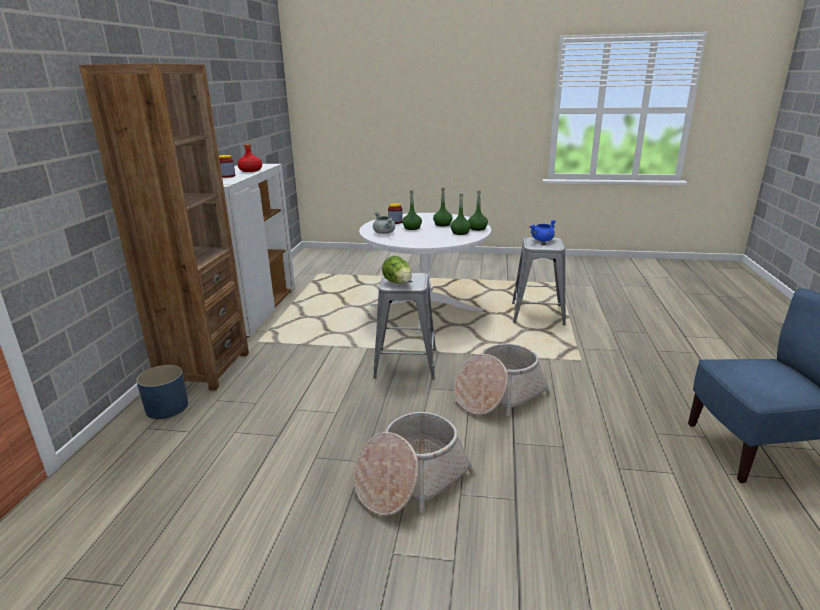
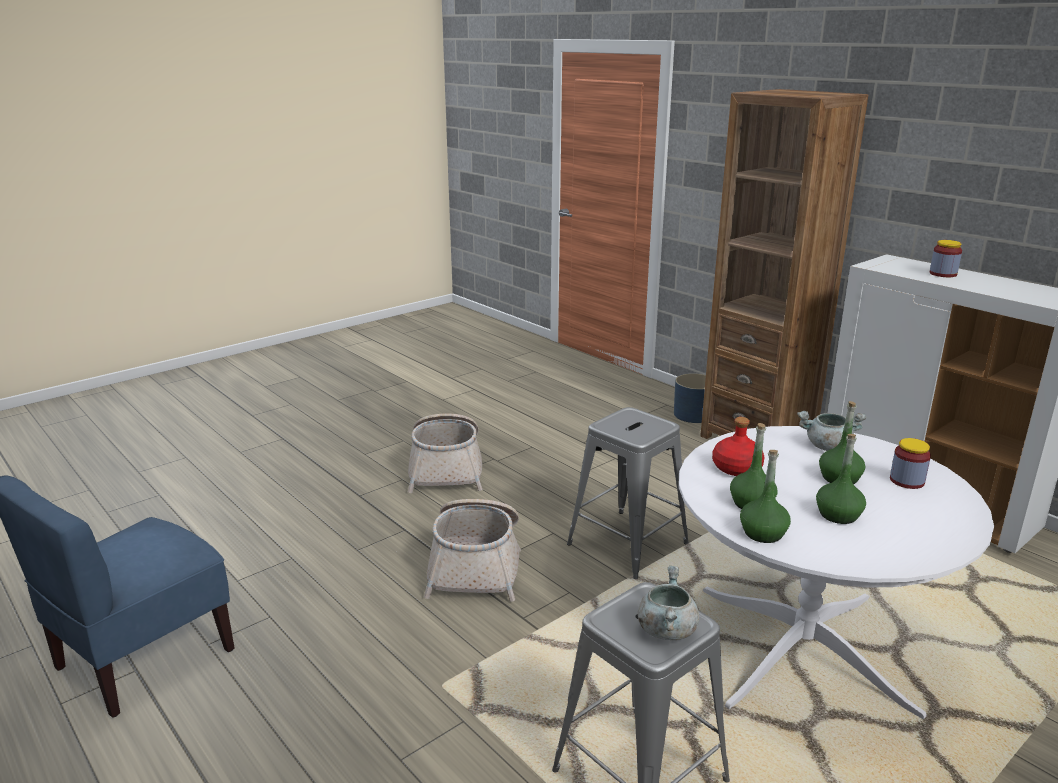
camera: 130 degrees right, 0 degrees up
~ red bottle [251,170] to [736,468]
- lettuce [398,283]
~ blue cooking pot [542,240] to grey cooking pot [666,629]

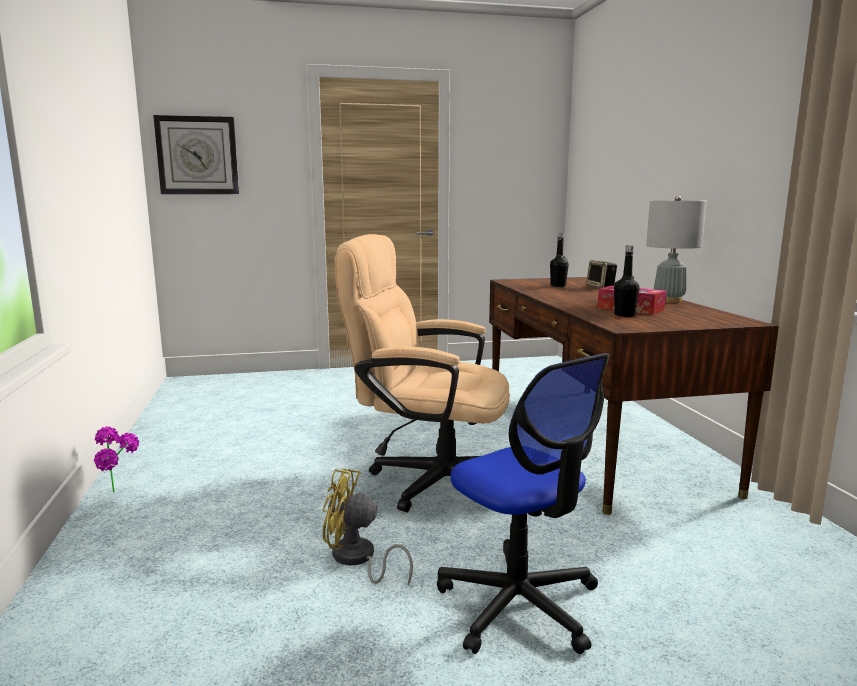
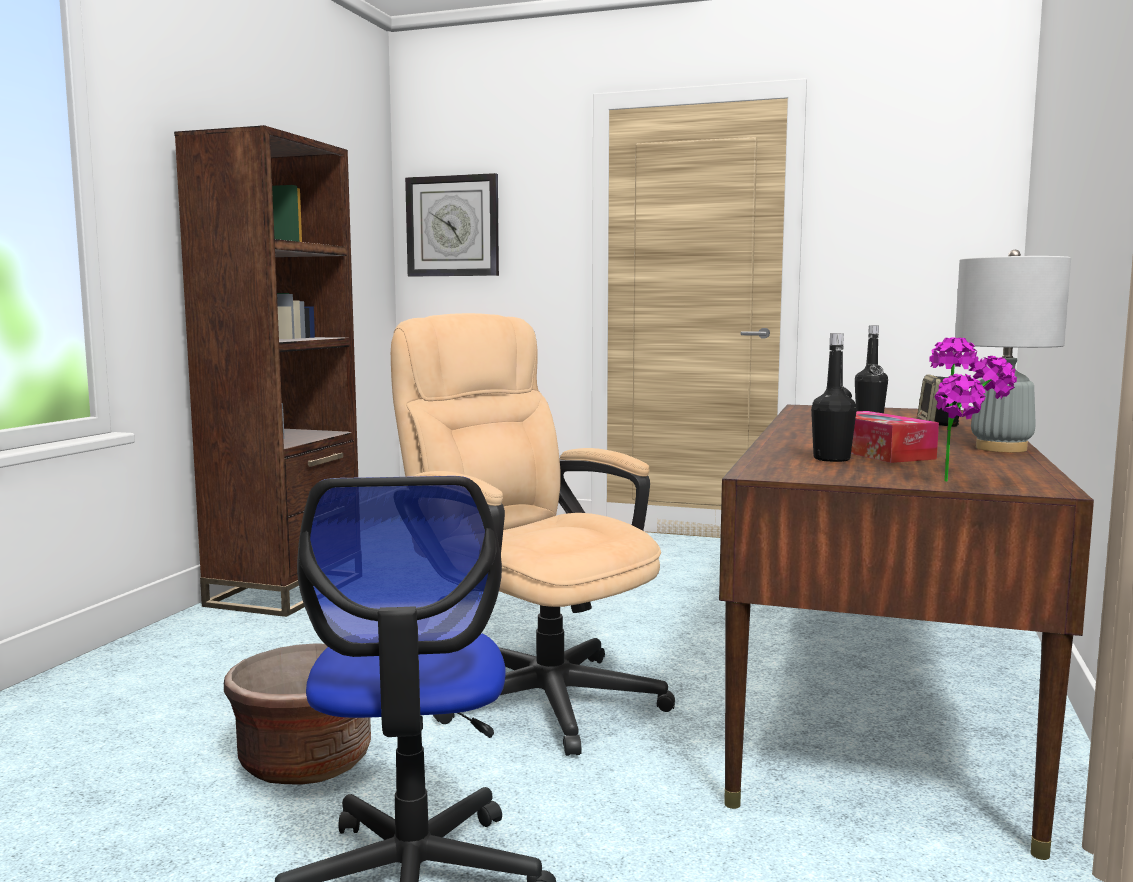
camera: 30 degrees right, 5 degrees down
~ potted plant [120,493] to [964,484]
~ yellow fan [357,559] to brown planter [306,762]
+ brown bookcase [286,591]

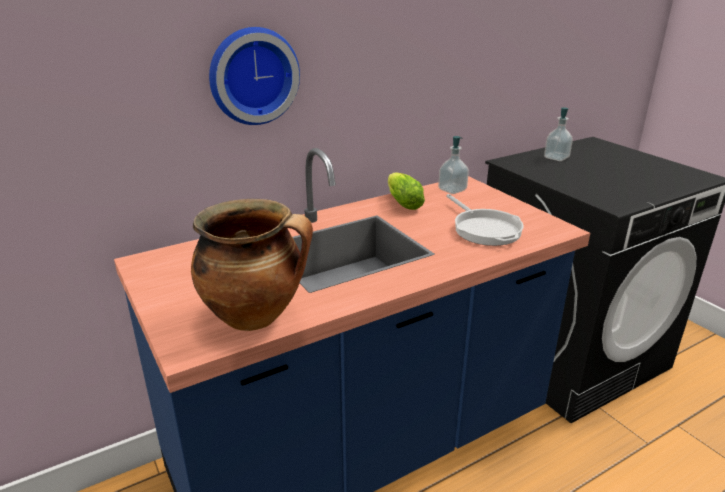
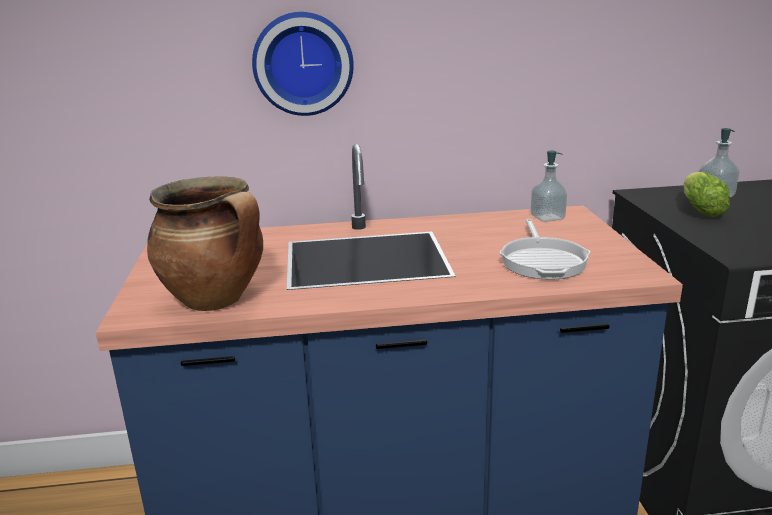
camera: 25 degrees right, 5 degrees down
~ lettuce [402,202] to [699,209]

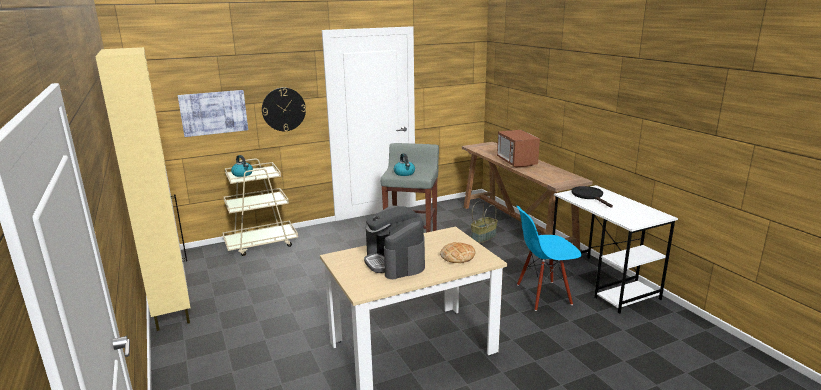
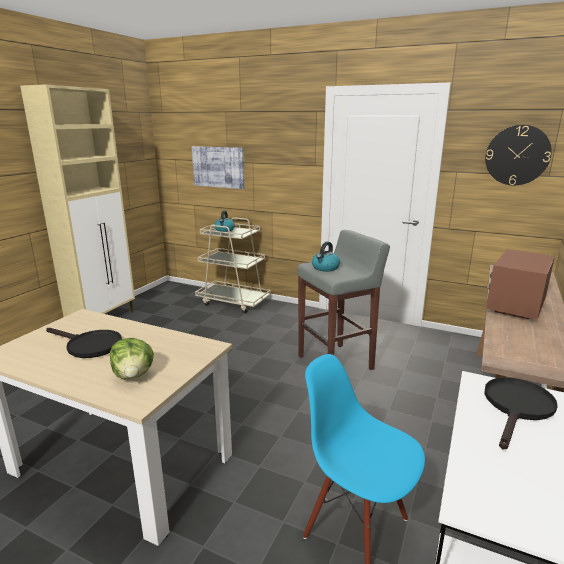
camera: 50 degrees right, 0 degrees up
~ wall clock [283,109] to [517,155]
~ coffee machine [395,261] to black frying pan [89,345]
~ bread [457,256] to lettuce [134,375]
- basket [483,237]

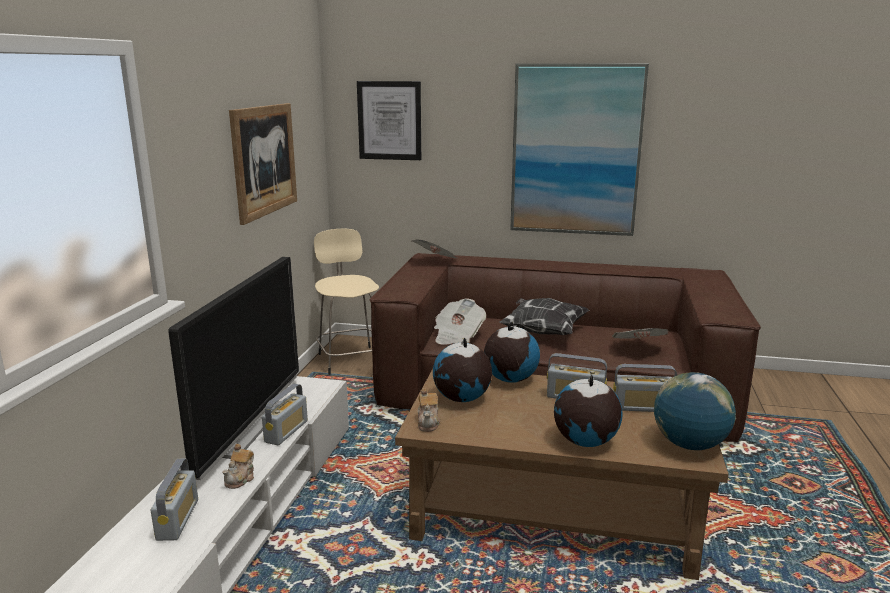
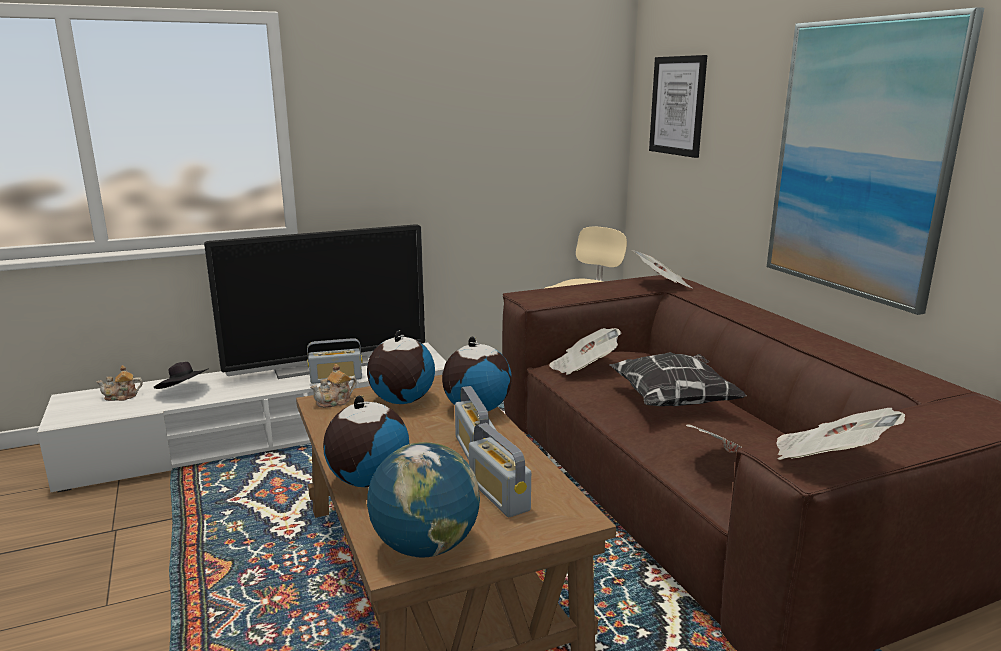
camera: 55 degrees right, 0 degrees up
~ radio [178,519] to black hat [184,391]
~ teapot [241,479] to [121,397]
- picture [264,160]
+ newspaper [828,461]

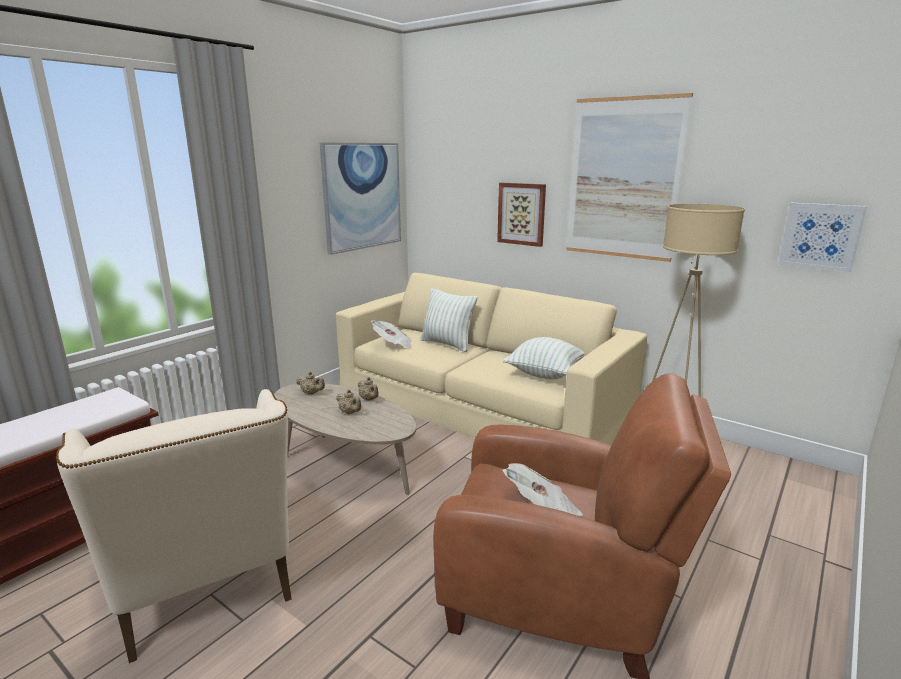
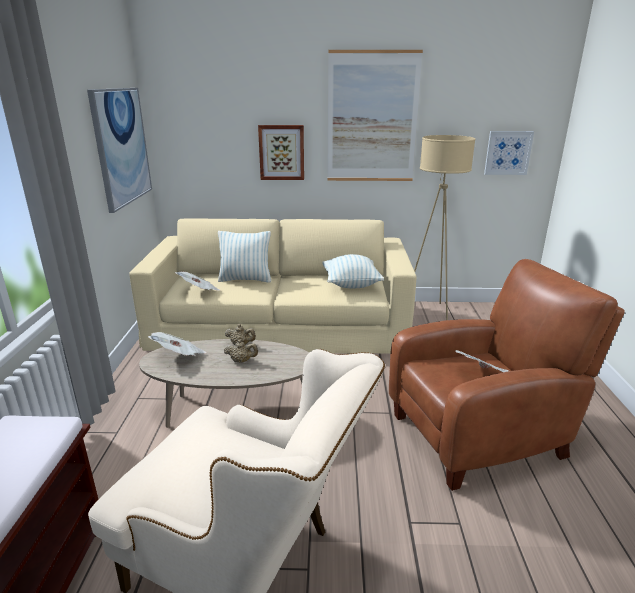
camera: 35 degrees left, 5 degrees up
~ beige teapot [311,393] to newspaper [179,356]

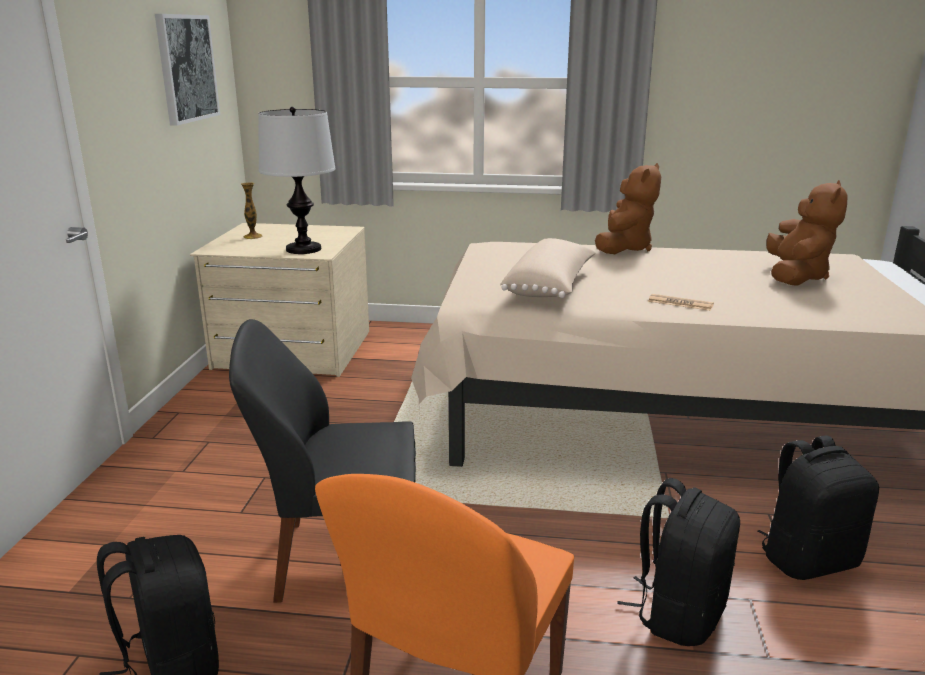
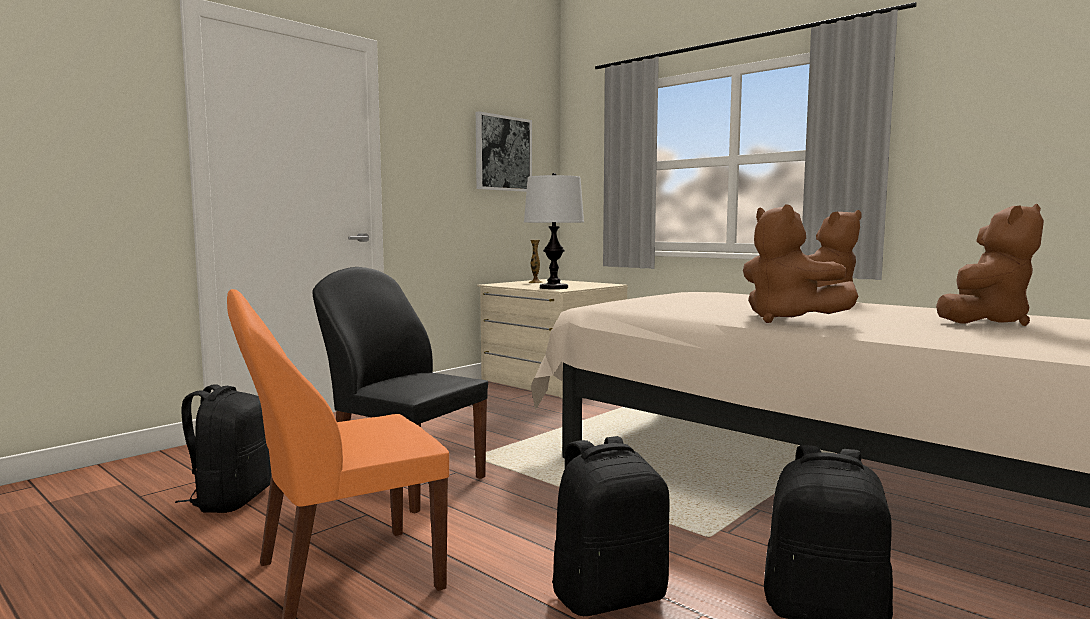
camera: 35 degrees right, 15 degrees down
- beige pillow [551,287]
~ newspaper [680,303] to brown plush toy [788,320]

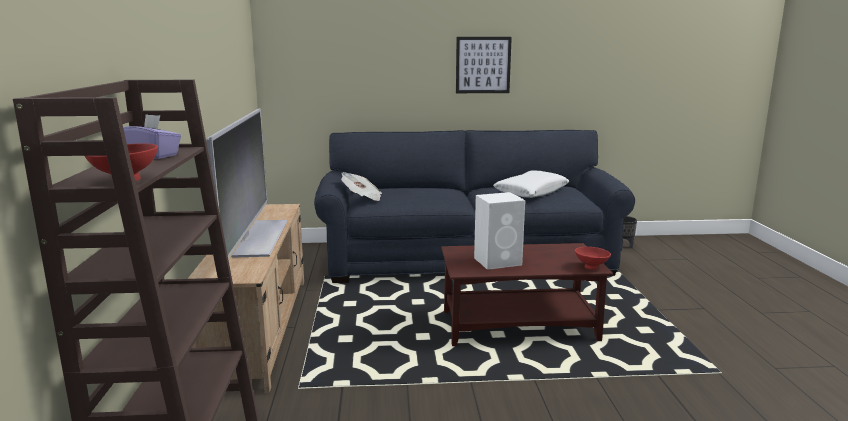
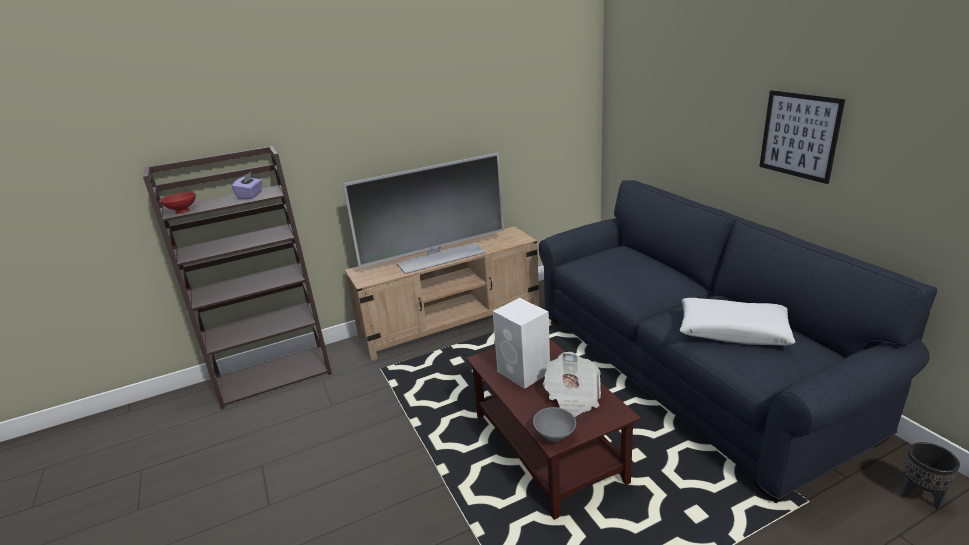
camera: 70 degrees right, 10 degrees up
~ newspaper [362,198] to [572,398]
~ red bowl [590,267] to grey bowl [555,436]

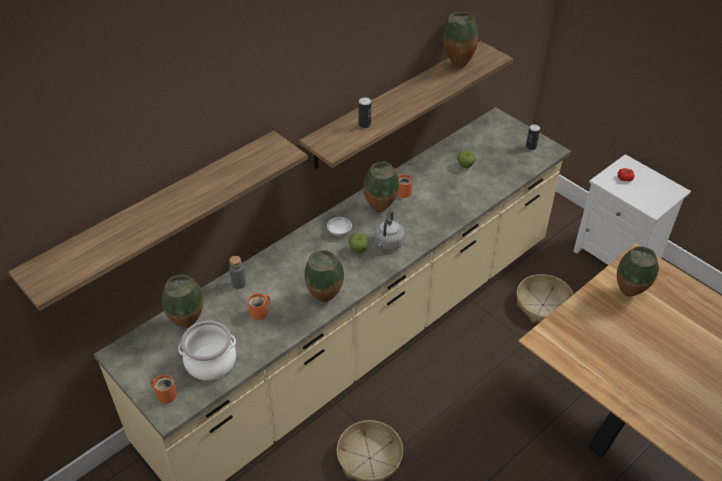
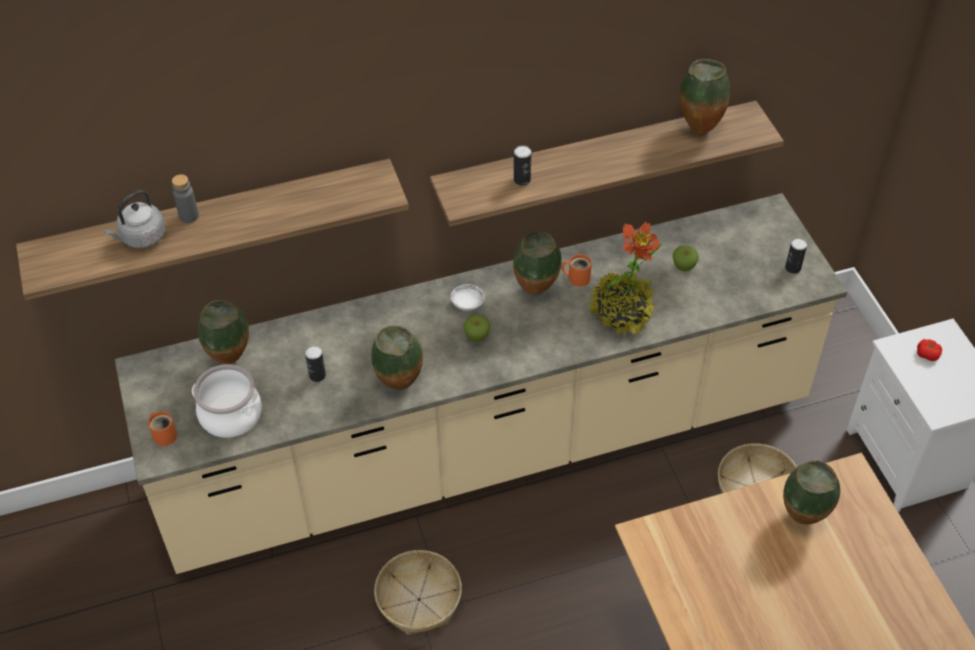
camera: 25 degrees right, 5 degrees up
~ grey bottle [238,283] to [189,216]
~ orange mug [260,312] to can [317,375]
~ grey kettle [388,244] to [141,238]
+ potted plant [621,312]

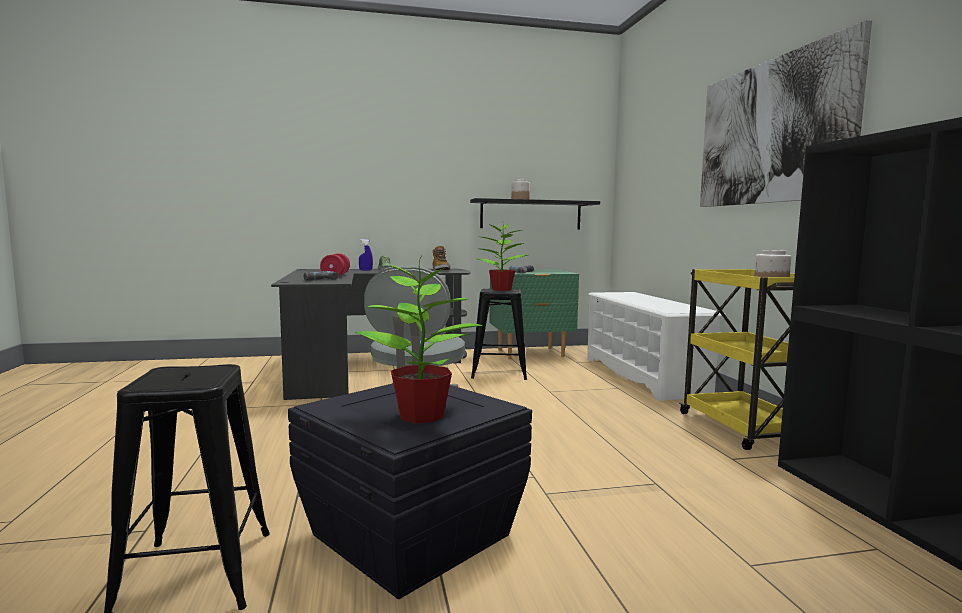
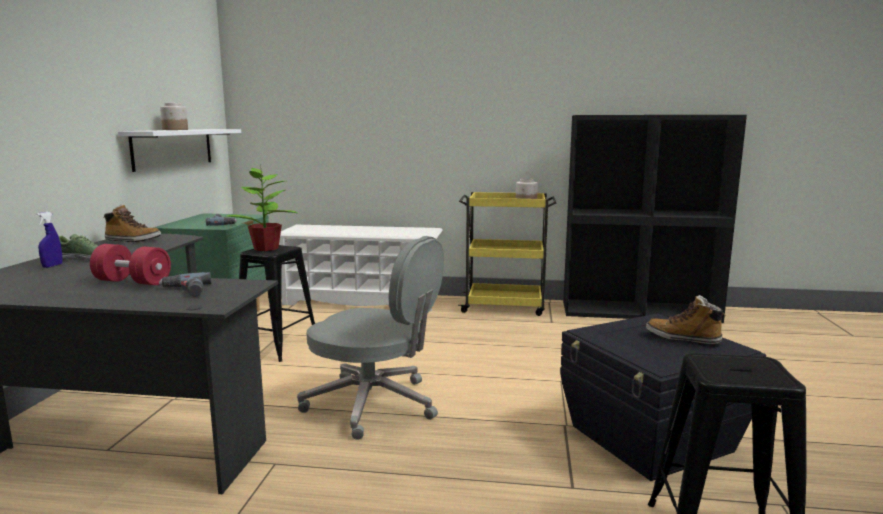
camera: 70 degrees left, 5 degrees up
~ potted plant [422,416] to boot [683,338]
~ black shelf [531,214] to white shelf [173,148]
- picture [771,132]

